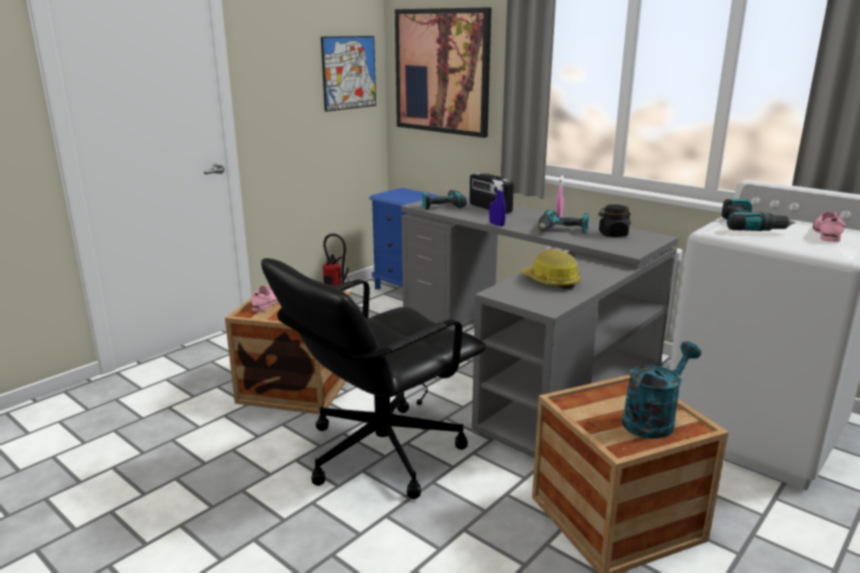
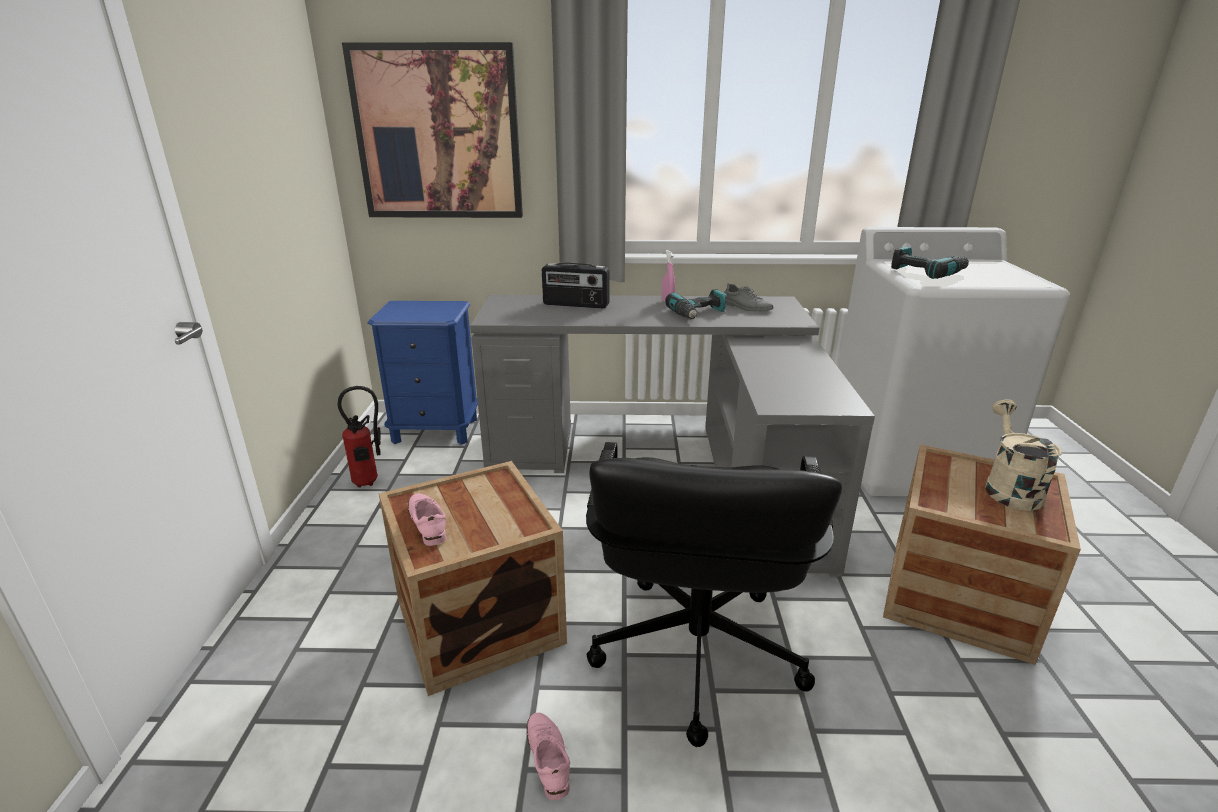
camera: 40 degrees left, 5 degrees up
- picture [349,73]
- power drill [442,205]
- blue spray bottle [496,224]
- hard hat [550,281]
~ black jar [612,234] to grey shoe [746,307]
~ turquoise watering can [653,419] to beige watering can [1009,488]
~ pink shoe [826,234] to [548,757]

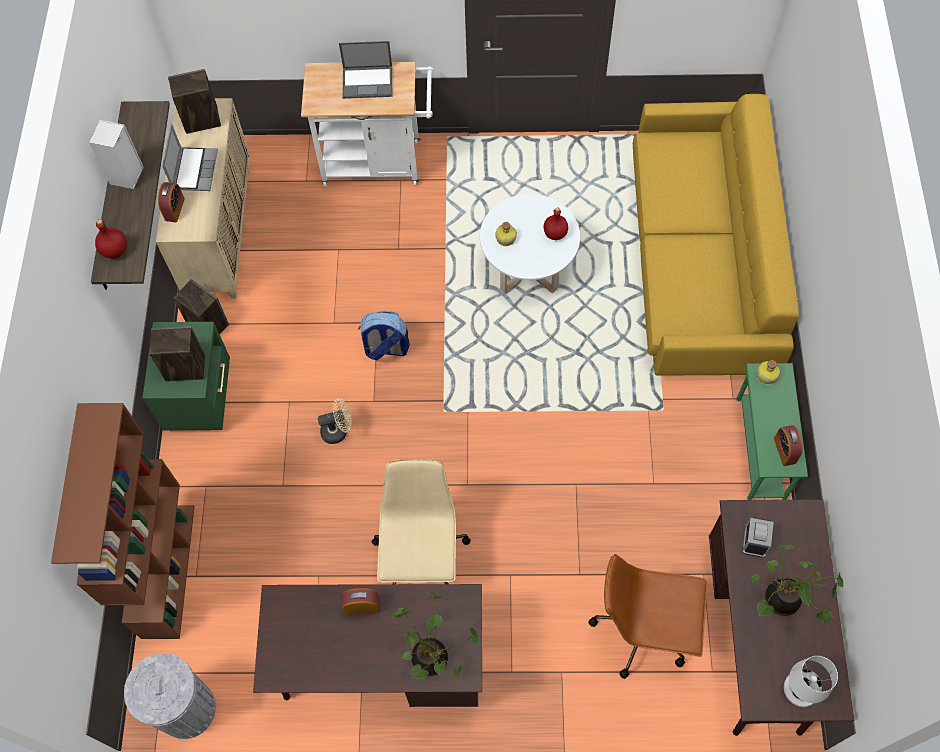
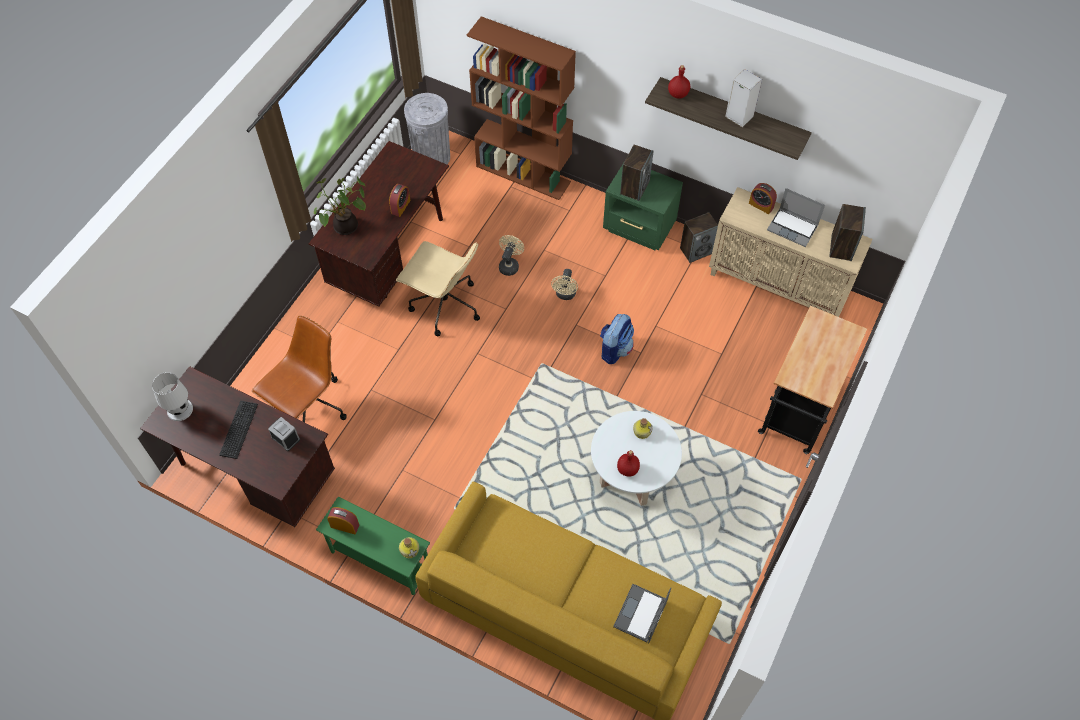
camera: 115 degrees right, 5 degrees down
~ white cart [378,162] to black cart [796,415]
~ laptop [368,82] to [640,614]
~ potted plant [780,601] to keyboard [237,430]
+ beige fan [510,265]

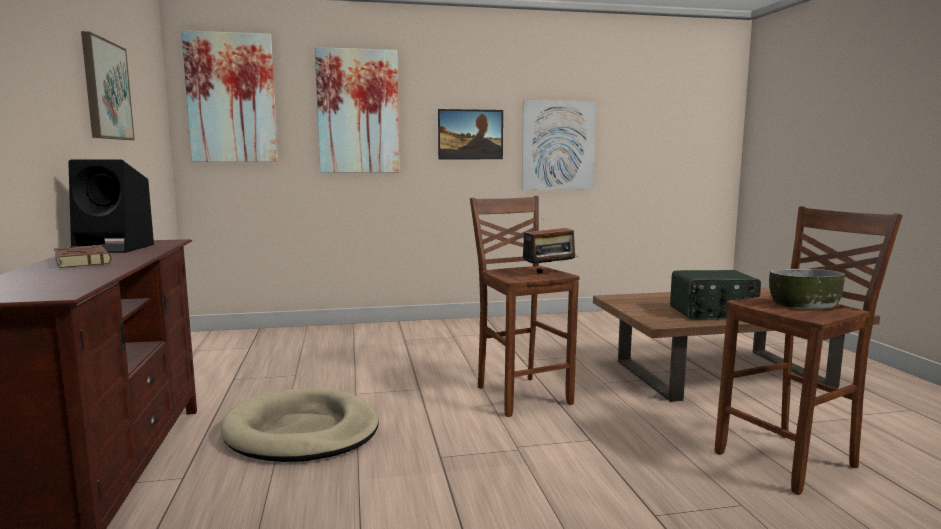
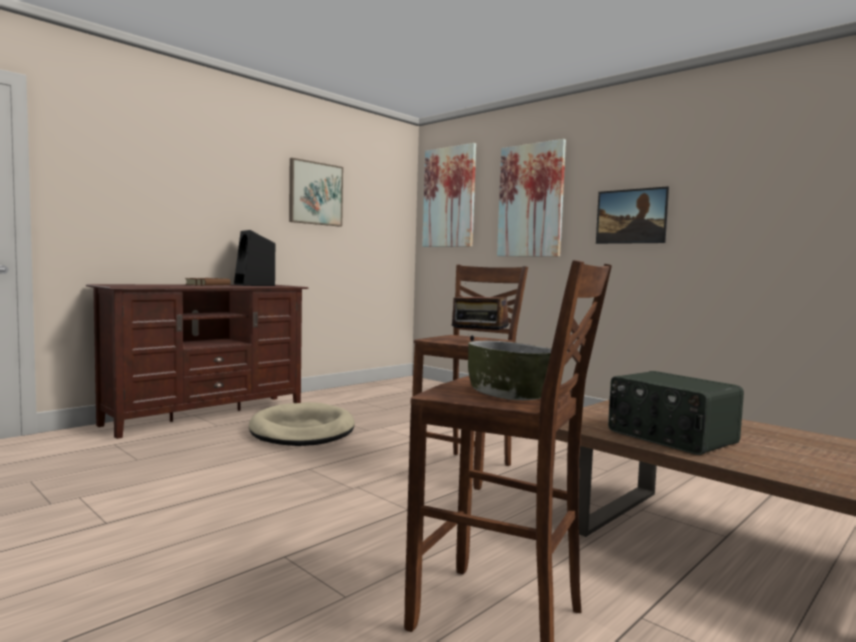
camera: 55 degrees right, 5 degrees down
- picture [558,145]

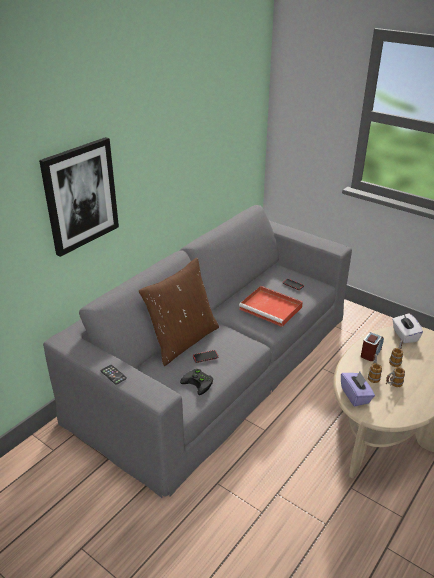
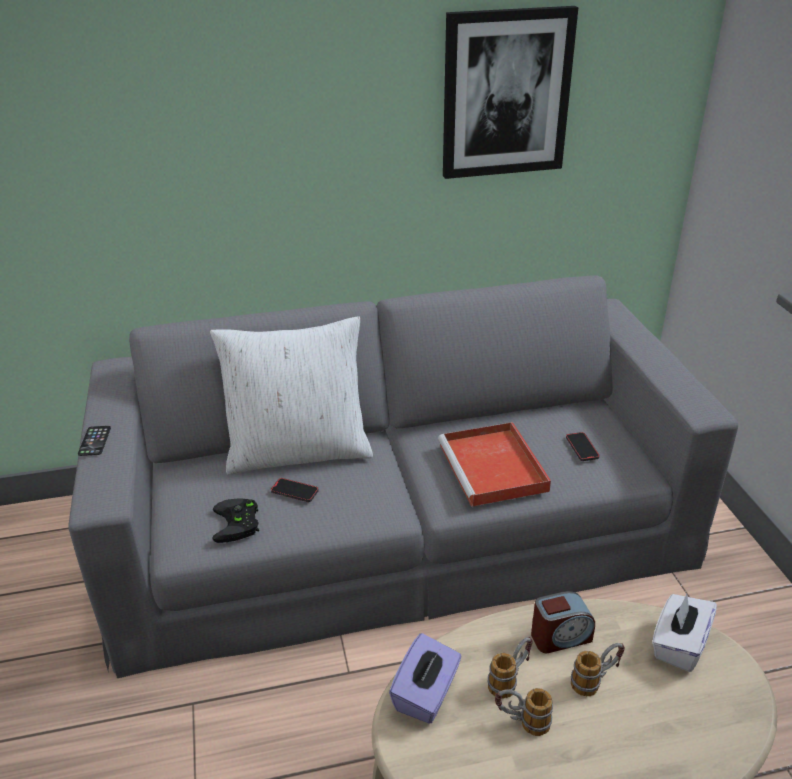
camera: 40 degrees right, 0 degrees up
~ picture [80,196] to [506,94]
~ brown pillow [183,340] to white pillow [298,451]

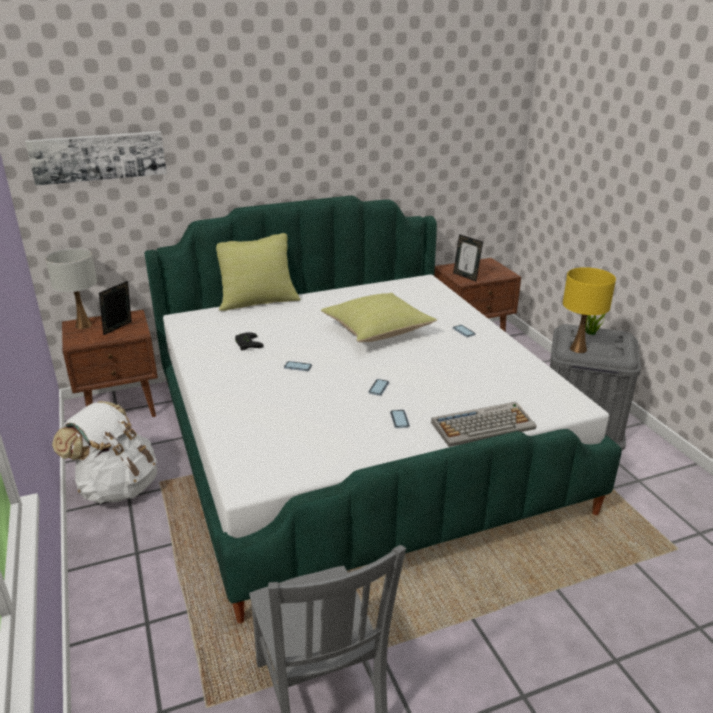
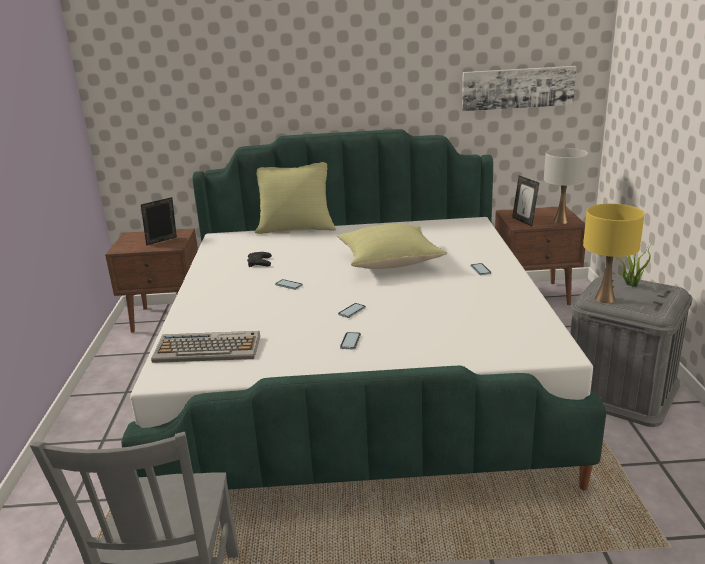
camera: 20 degrees right, 5 degrees down
~ picture [98,157] to [517,88]
~ white table lamp [83,325] to [560,221]
- white backpack [117,487]
~ keyboard [483,425] to [208,349]

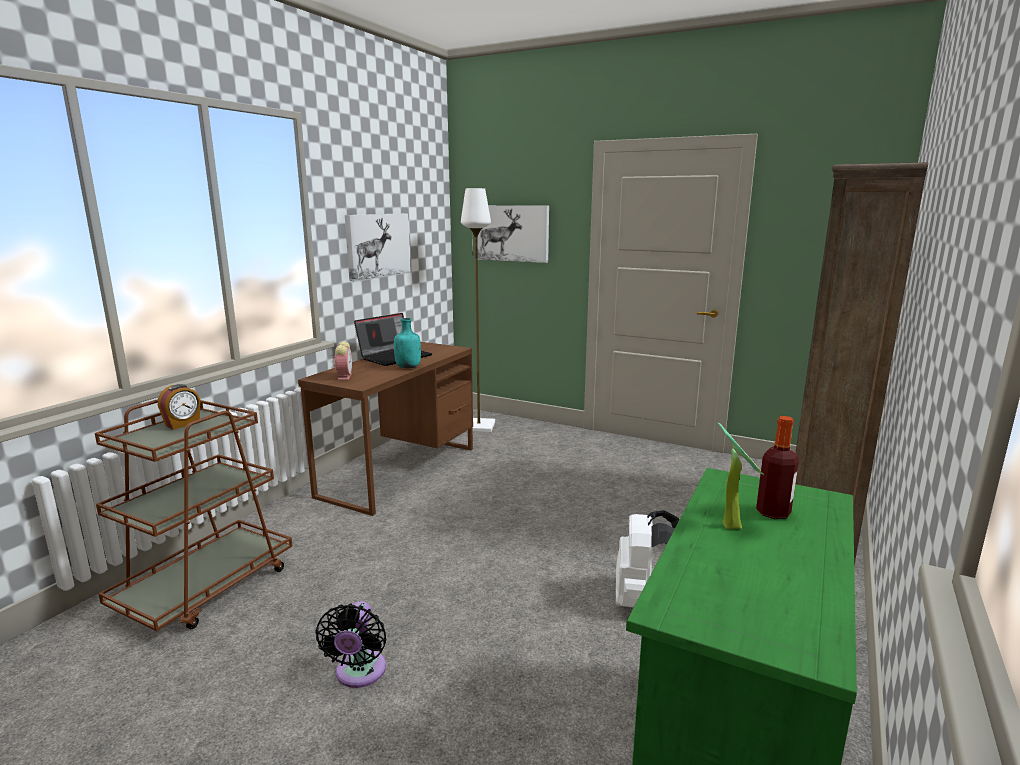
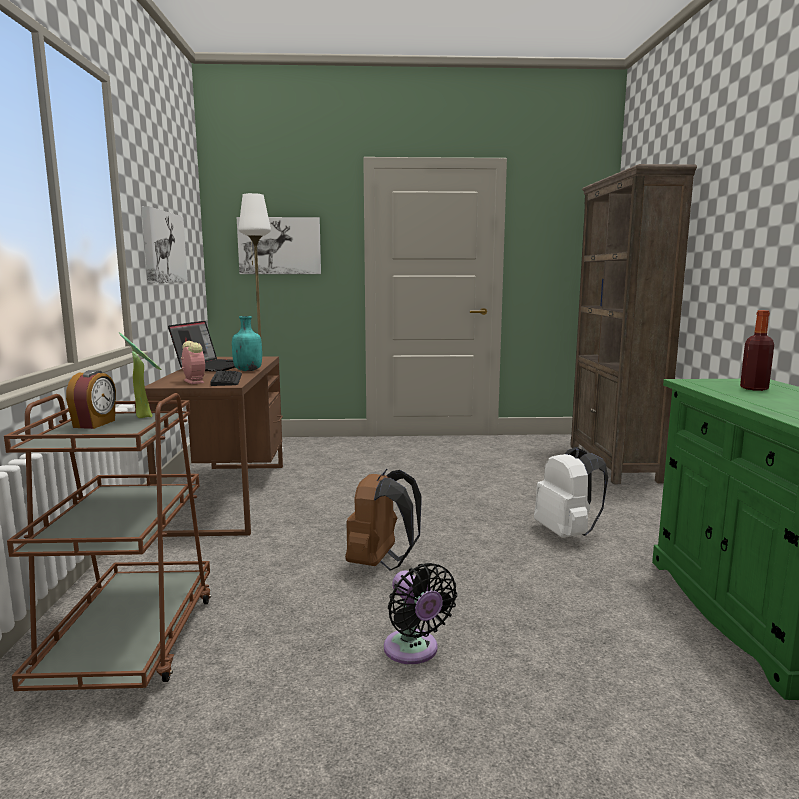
camera: 30 degrees left, 5 degrees down
~ potted plant [733,525] to [146,416]
+ keyboard [227,379]
+ brown backpack [380,563]

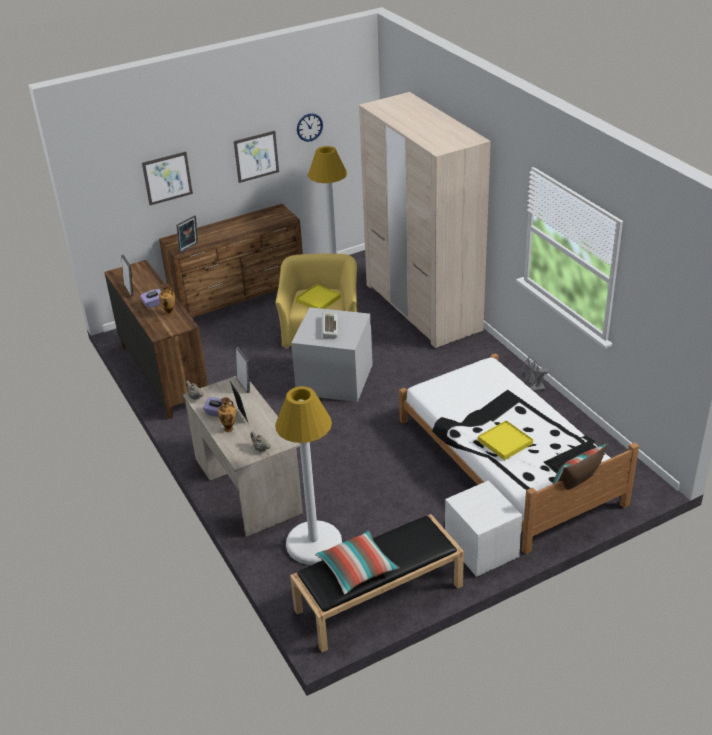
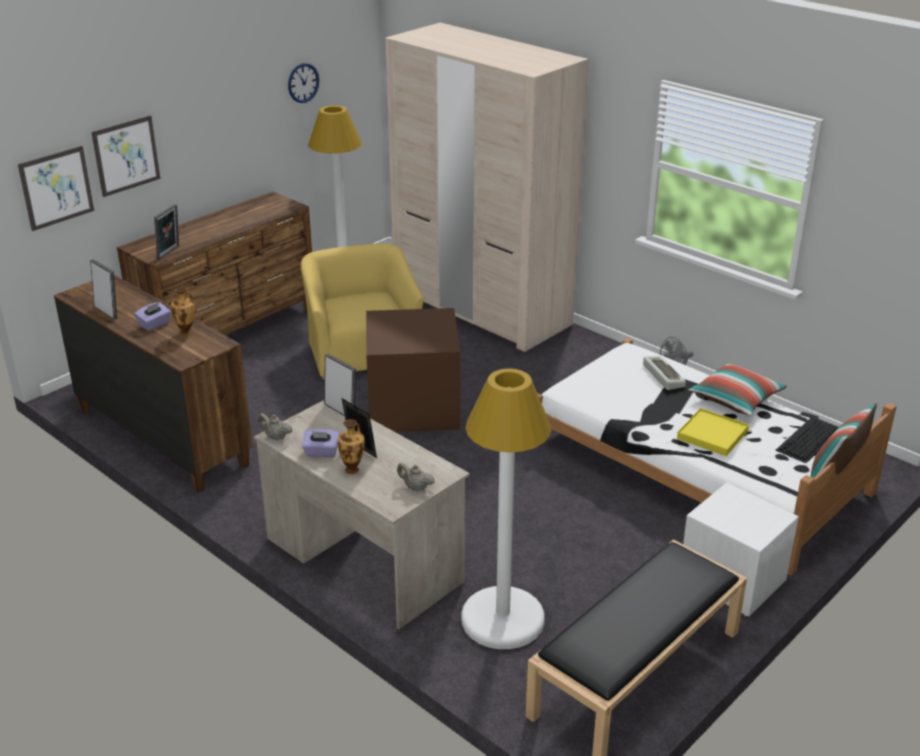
camera: 20 degrees left, 5 degrees down
~ picture [256,156] to [56,188]
~ grey storage box [334,378] to brown storage box [412,406]
- yellow tray [318,300]
~ pillow [357,569] to [736,399]
~ keyboard [329,328] to [662,376]

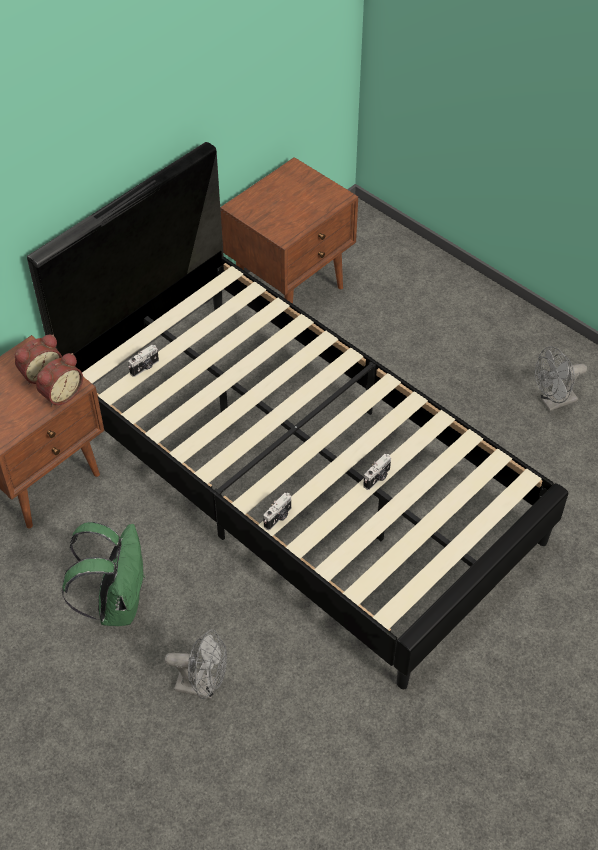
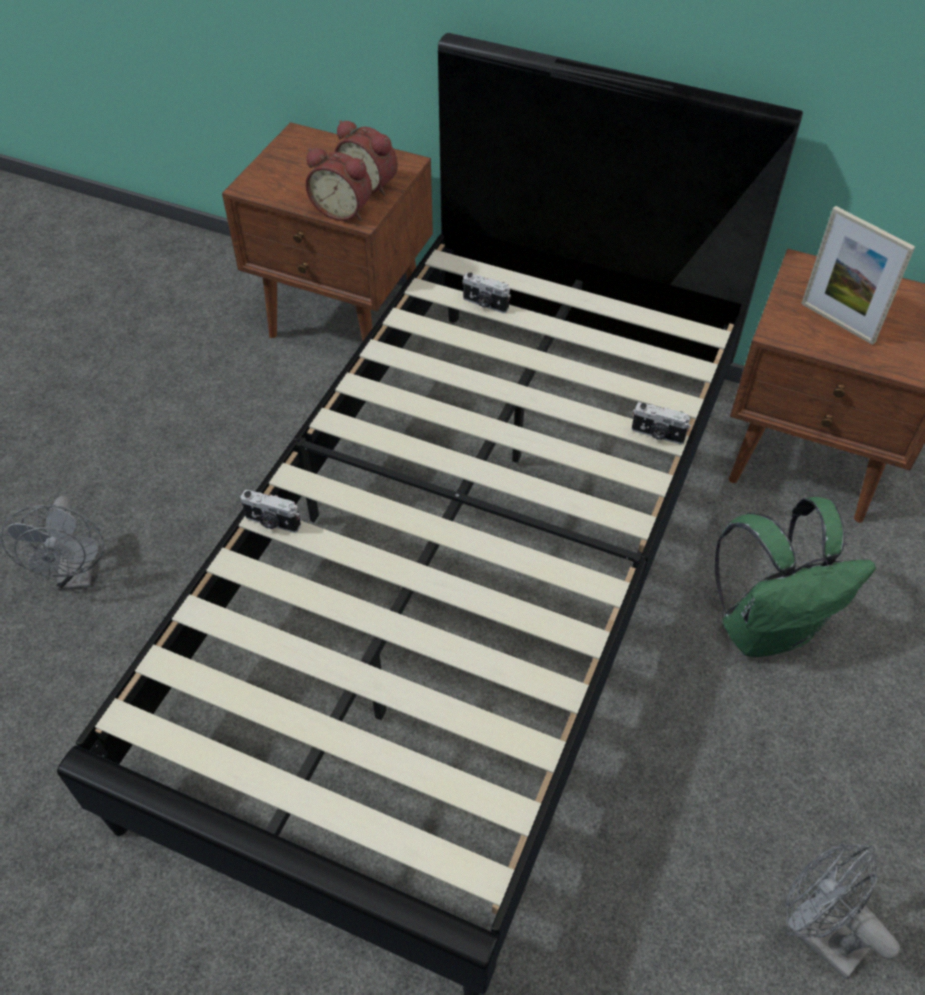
camera: 70 degrees right, 0 degrees up
~ green backpack [117,603] to [767,628]
~ photo camera [377,478] to [657,435]
+ picture frame [837,322]

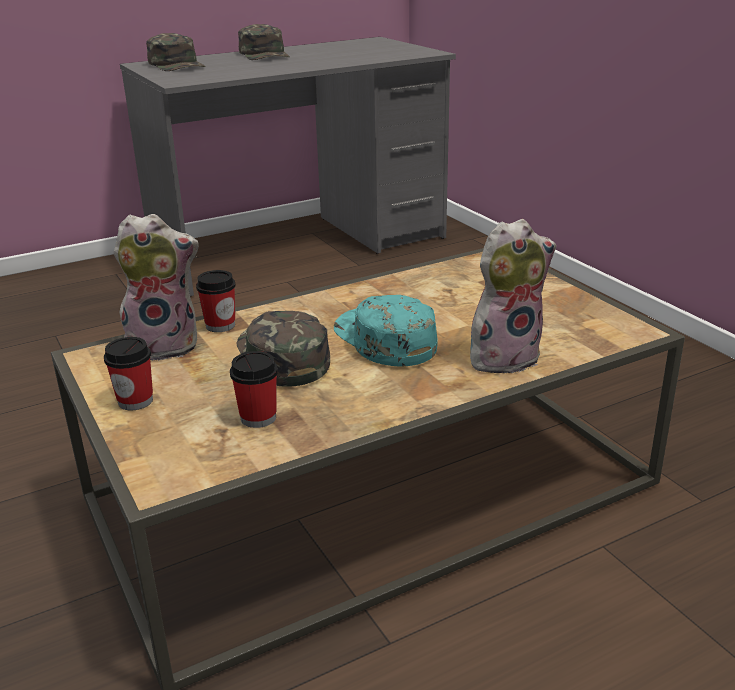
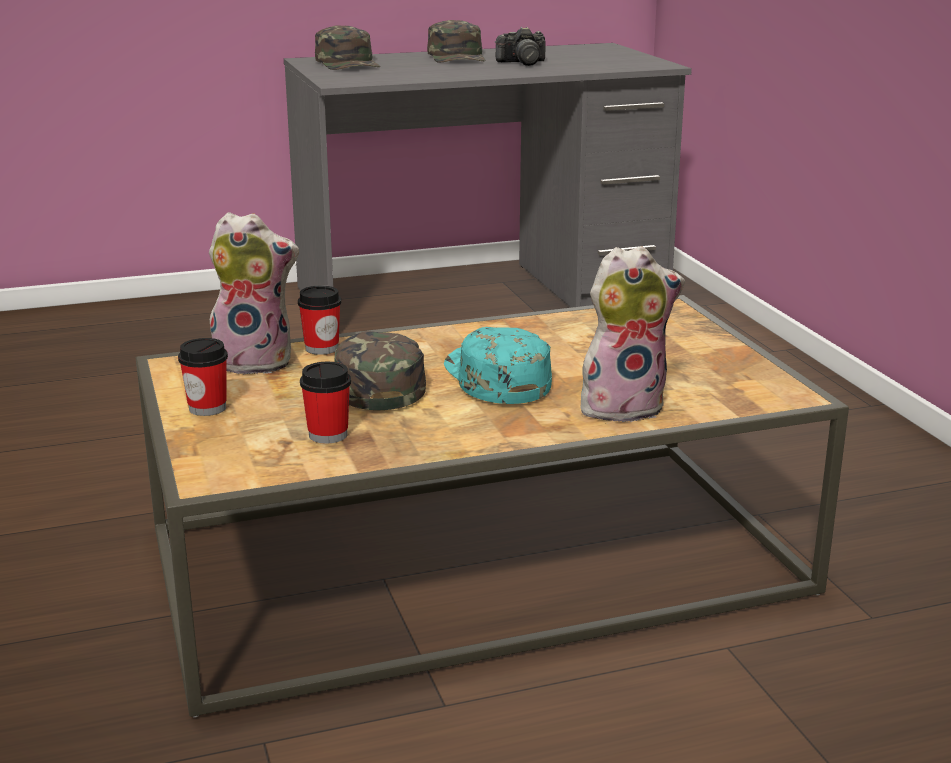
camera: 10 degrees right, 5 degrees down
+ photo camera [522,62]

